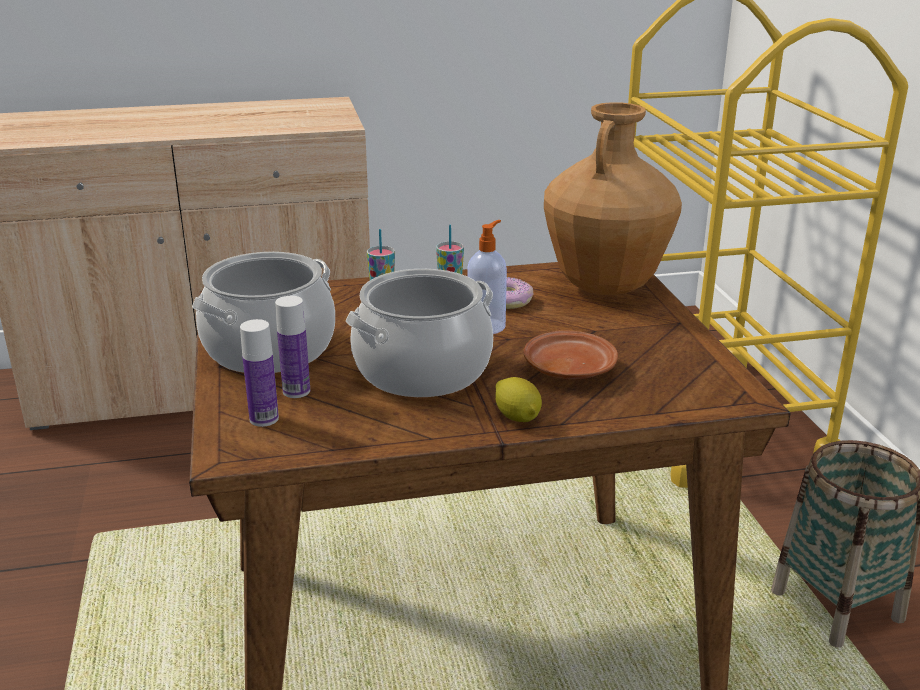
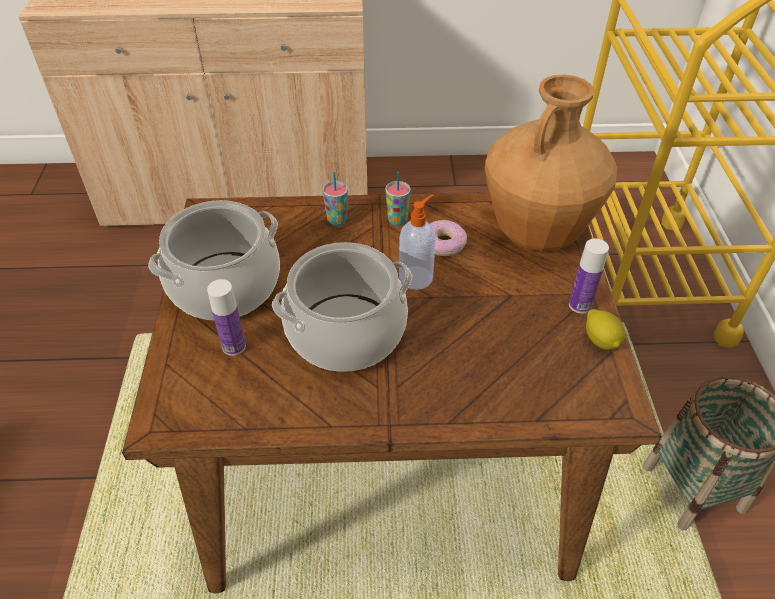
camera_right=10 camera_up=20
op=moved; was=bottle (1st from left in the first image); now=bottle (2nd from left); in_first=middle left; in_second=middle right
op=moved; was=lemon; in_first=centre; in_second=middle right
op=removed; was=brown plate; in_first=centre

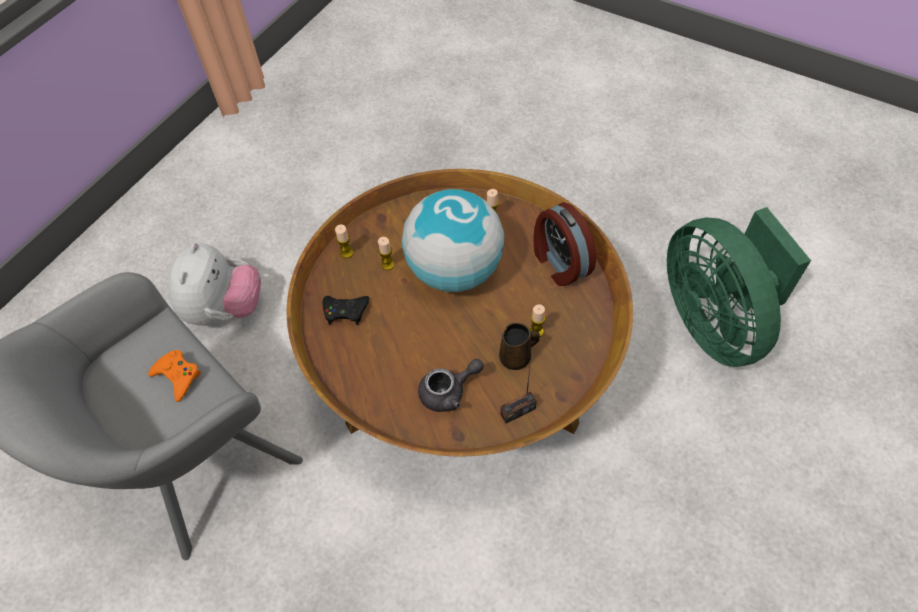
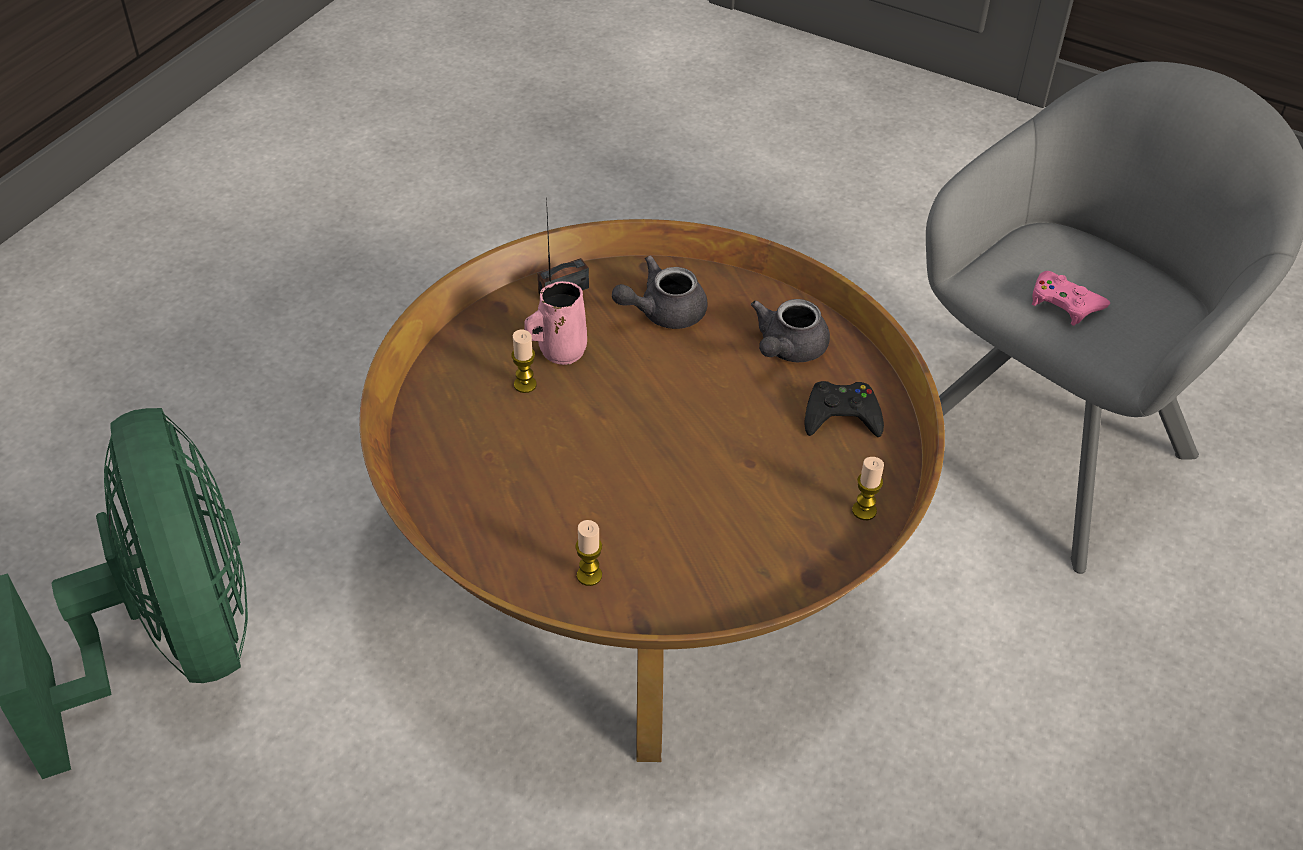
camera_right=175 camera_up=-10
op=recoloured; was=brown mug; now=pink mug; in_first=centre; in_second=centre
op=added; now=grey teapot (2nd from left); in_second=centre
op=recoloured; was=orange game controller; now=pink game controller; in_first=middle left; in_second=middle right
op=removed; was=plush toy; in_first=middle left
op=removed; was=candle (2nd from left); in_first=centre
op=removed; was=globe; in_first=centre
op=removed; was=alarm clock; in_first=centre

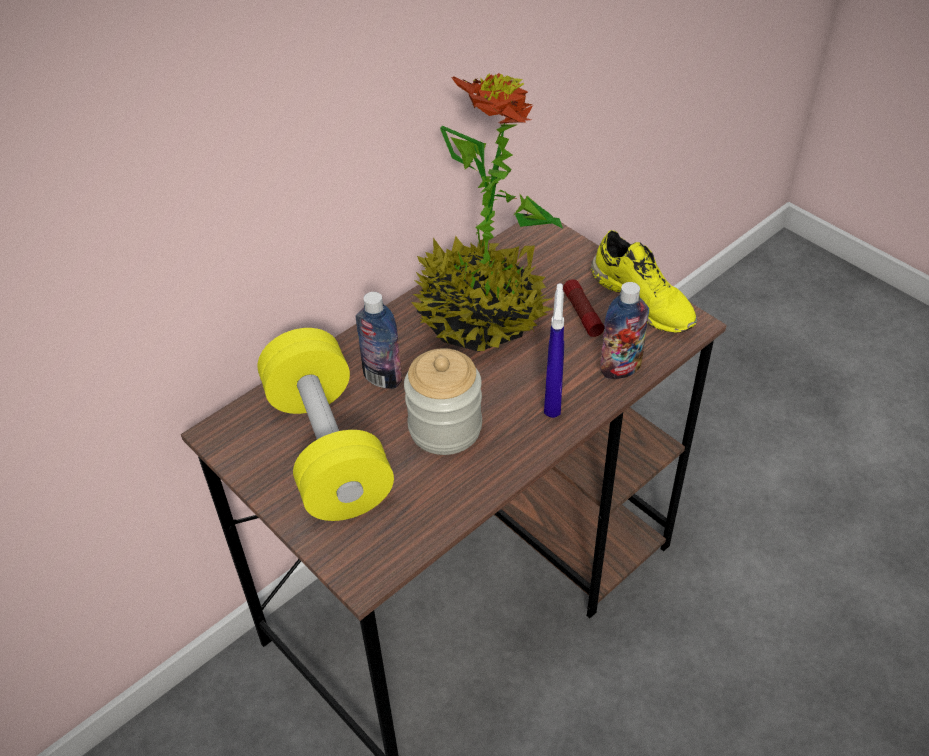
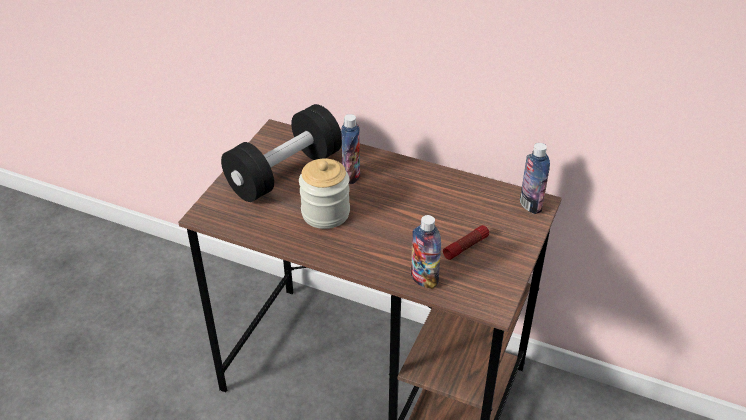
camera_right=65 camera_up=-5
op=recoloured; was=yellow dumbbell; now=black dumbbell; in_first=centre; in_second=centre
op=added; now=bottle (3rd from left); in_second=middle right
op=removed; was=potted plant; in_first=top centre
op=removed; was=blue spray bottle; in_first=centre
op=removed; was=yellow shoe; in_first=middle right

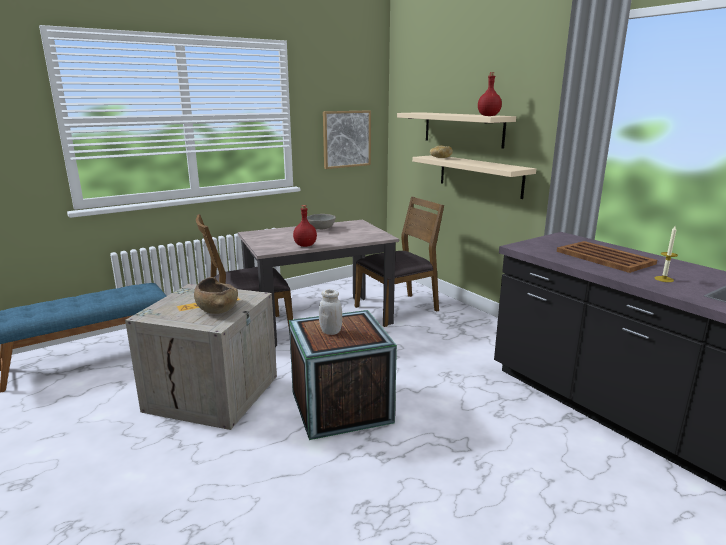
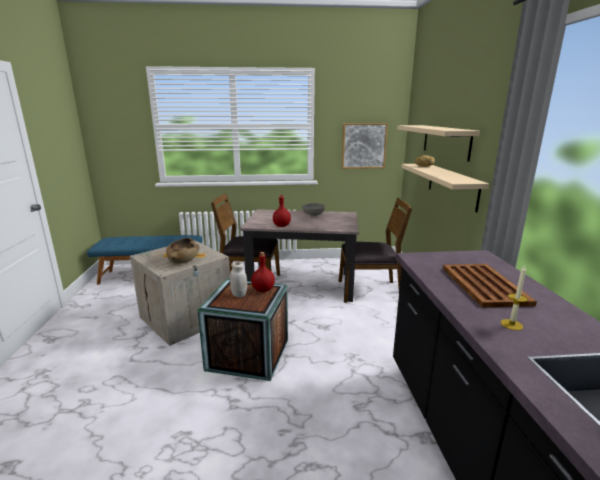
camera_right=30 camera_up=0
op=moved; was=red bottle (2nd from left in the first image); now=red bottle (1st from left); in_first=top right; in_second=centre

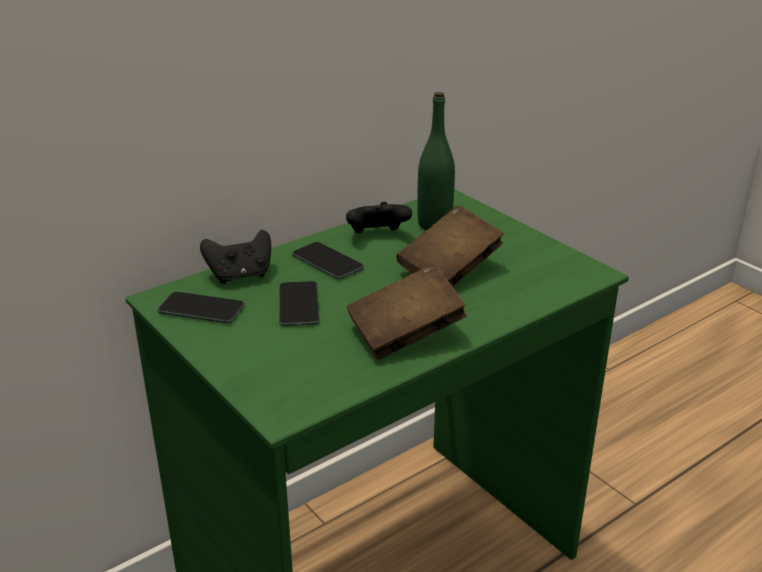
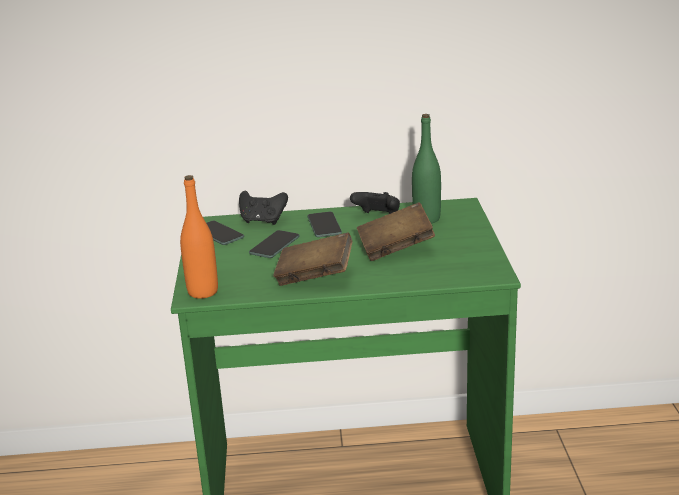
camera_right=35 camera_up=-5
op=added; now=orange bottle; in_second=middle left

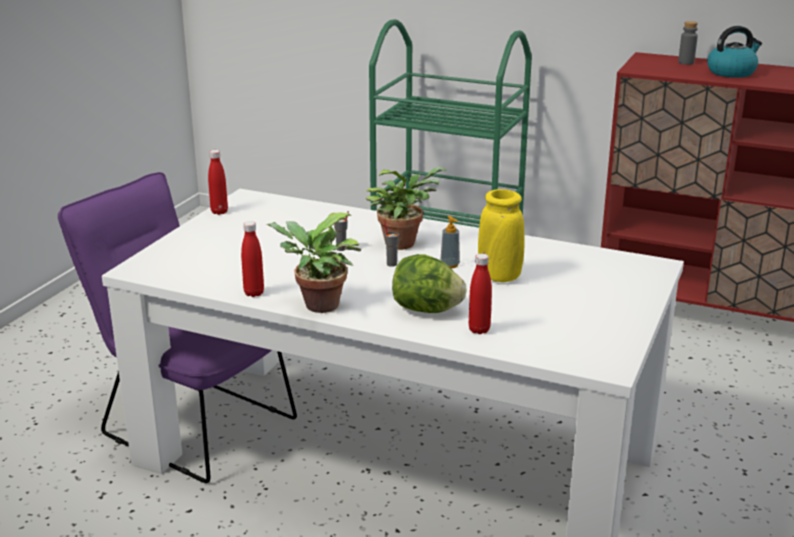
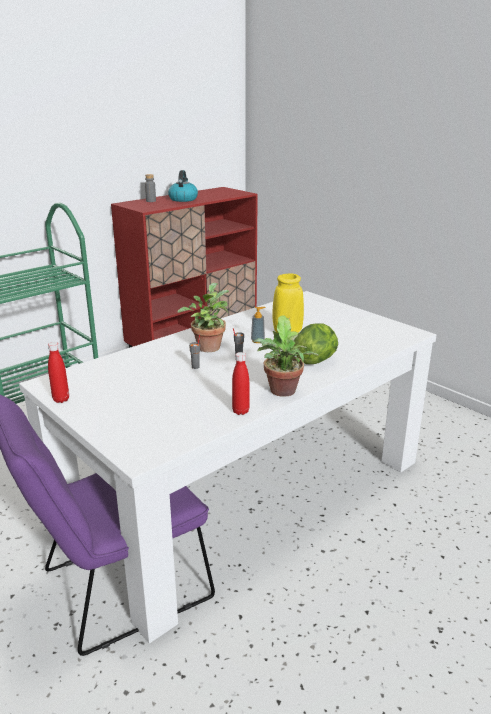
camera_right=-65 camera_up=0
op=removed; was=red bottle (3rd from left); in_first=centre

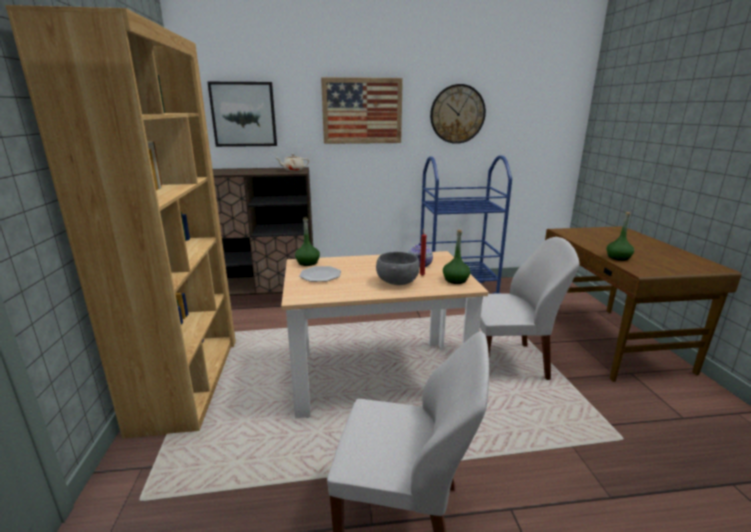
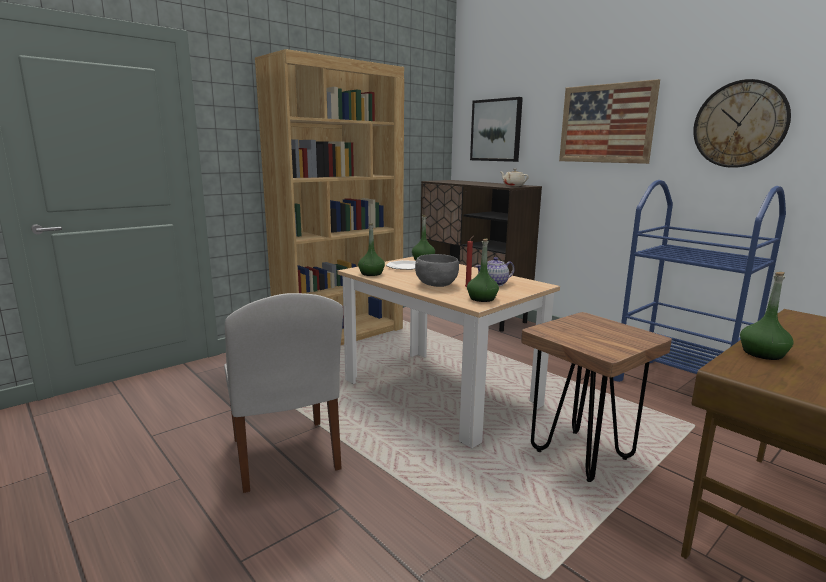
camera_right=55 camera_up=-5
op=added; now=green bottle (1st from left); in_second=centre
op=replaced; was=white chair (2nd from left); now=brown stool; in_first=middle right; in_second=bottom right

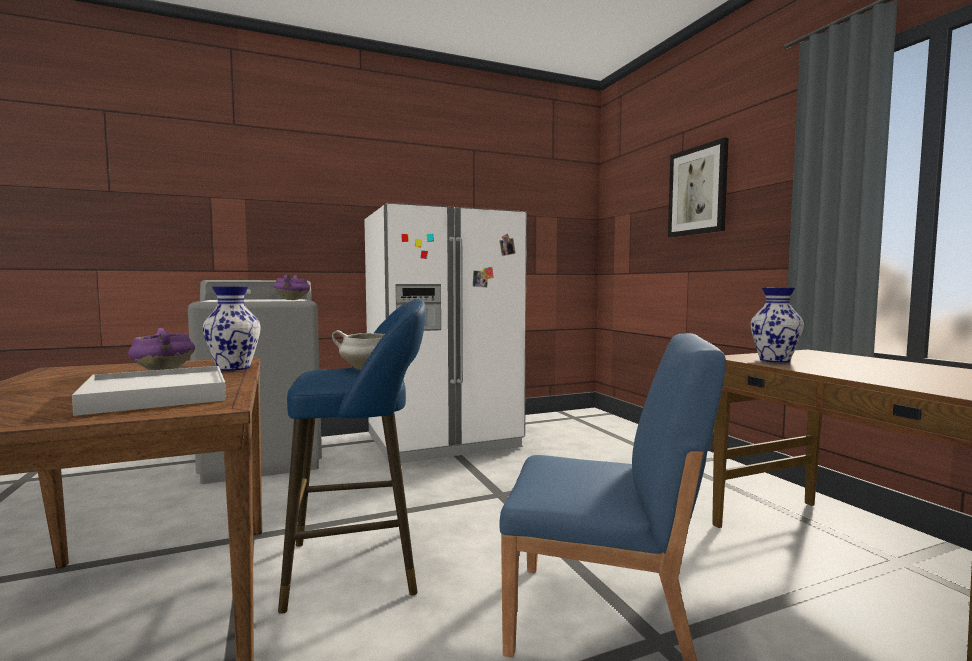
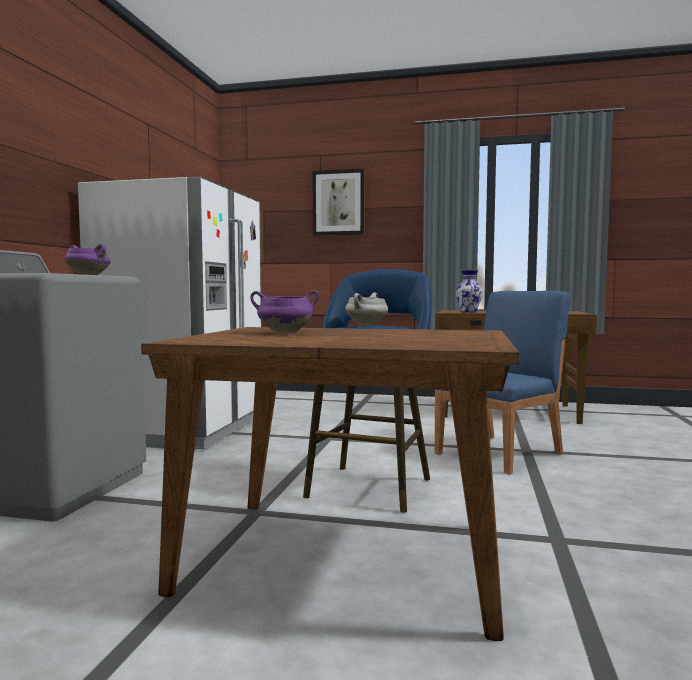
camera_right=-55 camera_up=0
op=removed; was=white tray; in_first=middle left
op=removed; was=vase (1st from left); in_first=middle left

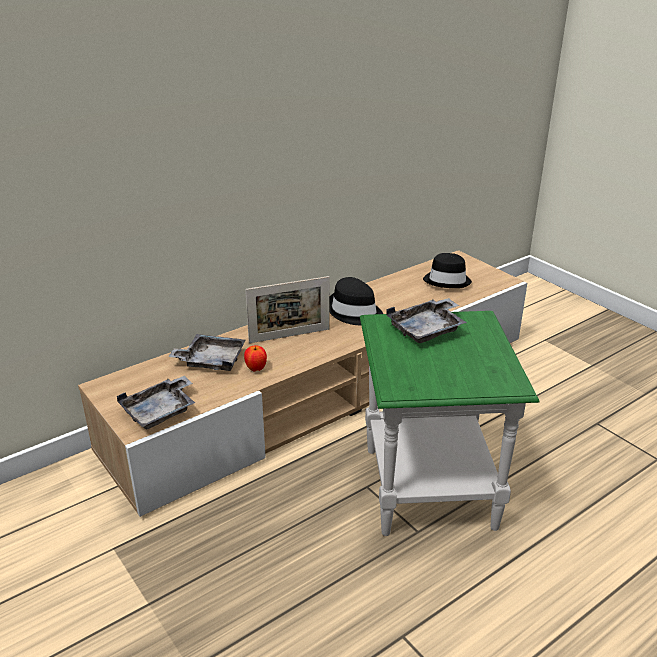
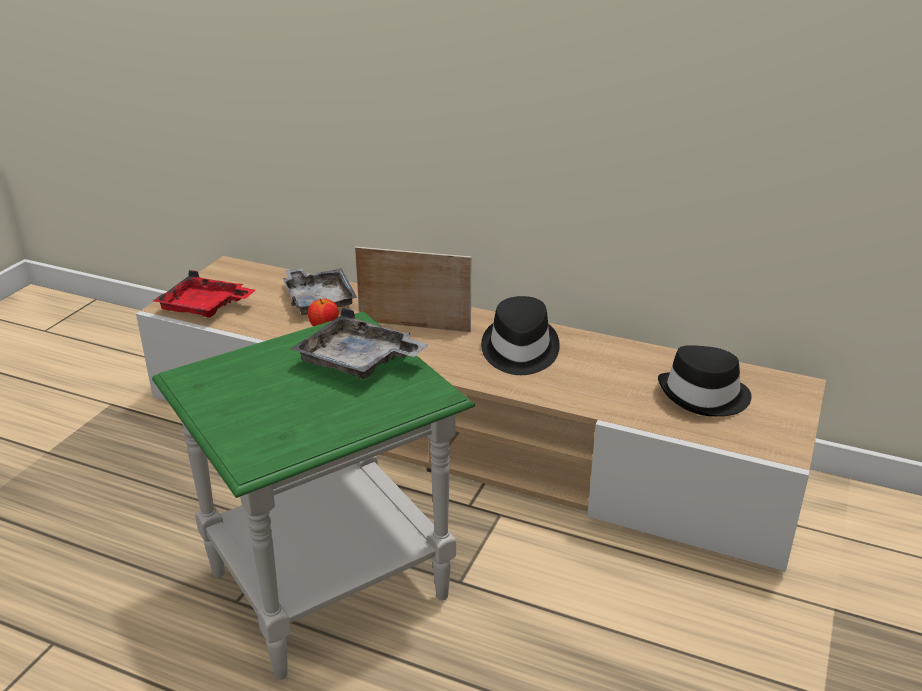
camera_right=60 camera_up=0
op=recoloured; was=grey tray (1st from left); now=red tray; in_first=middle left; in_second=middle left
op=turned; was=picture frame; in_first=centre; in_second=centre; clockwise=150

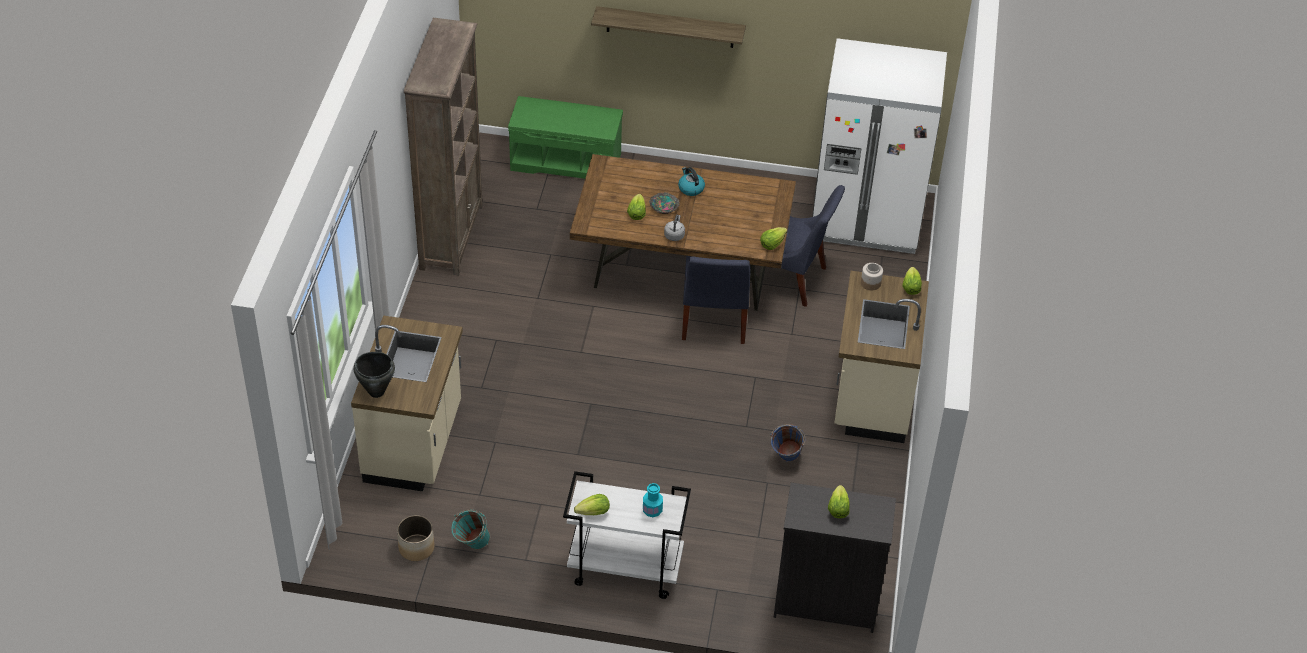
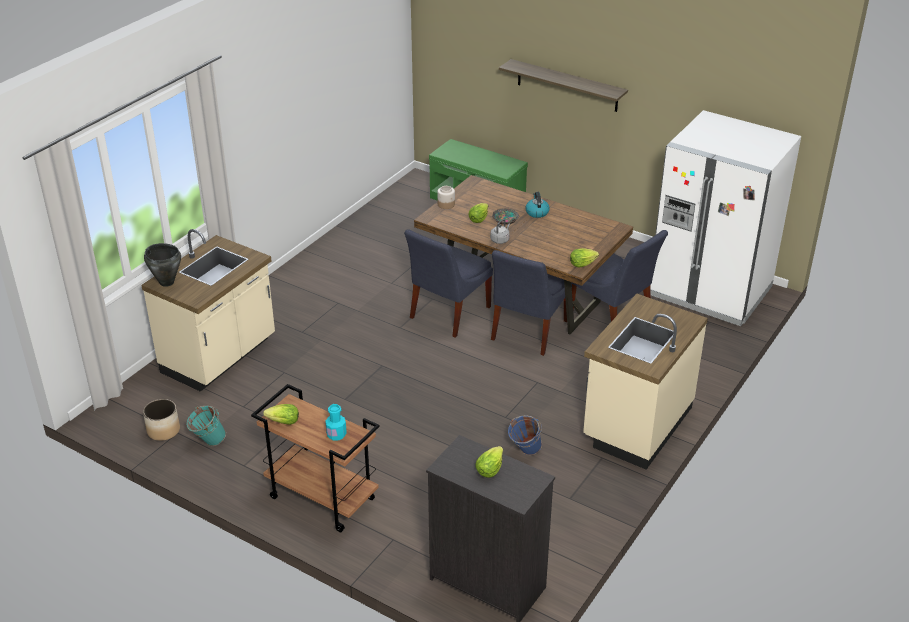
camera_right=25 camera_up=-10
op=recoloured; was=white cart; now=brown cart; in_first=bottom centre; in_second=bottom centre
op=added; now=blue chair (1st from left); in_second=centre
op=moved; was=jar; in_first=middle right; in_second=top centre
op=removed; was=brown bookcase; in_first=top centre
op=removed; was=lettuce (5th from left); in_first=middle right

